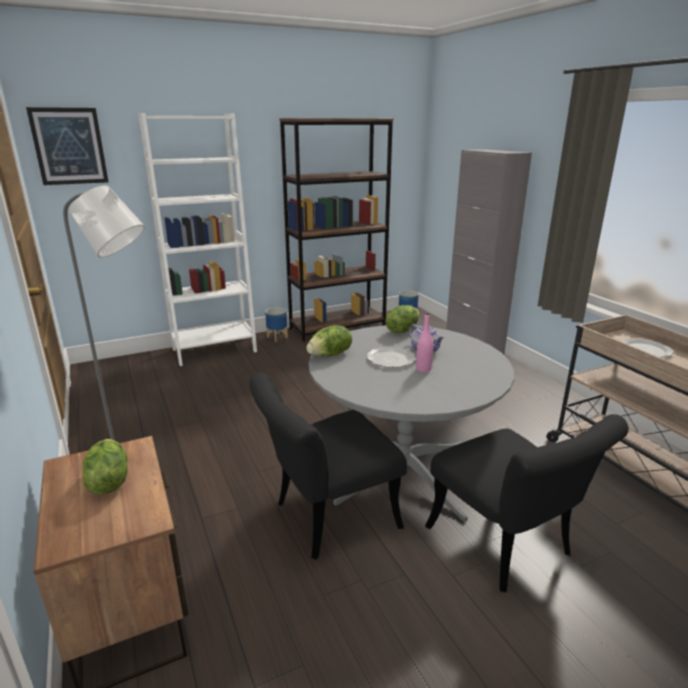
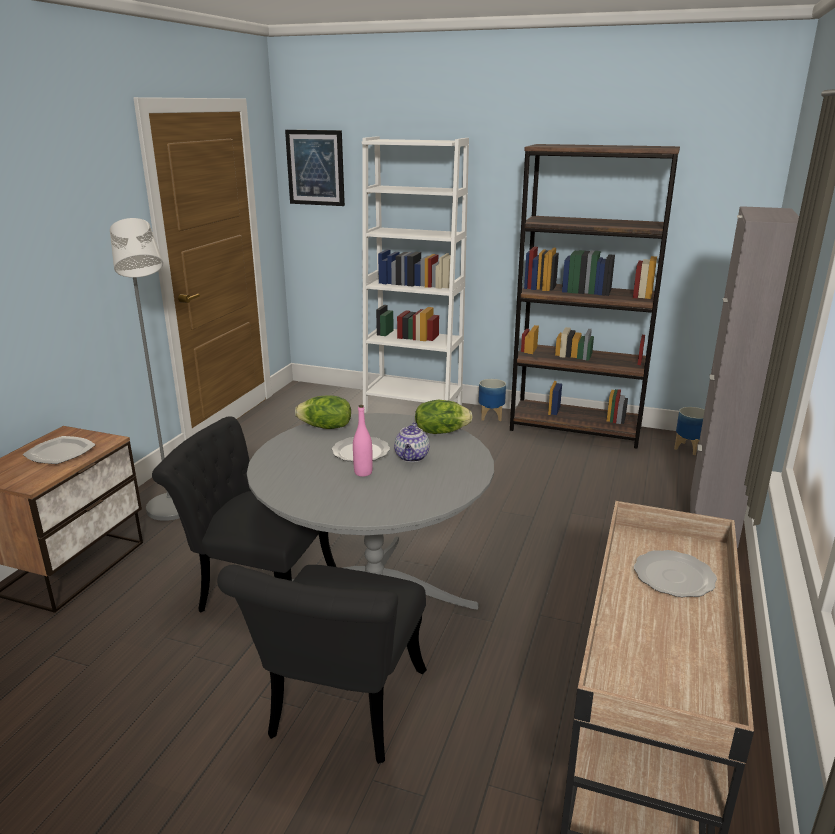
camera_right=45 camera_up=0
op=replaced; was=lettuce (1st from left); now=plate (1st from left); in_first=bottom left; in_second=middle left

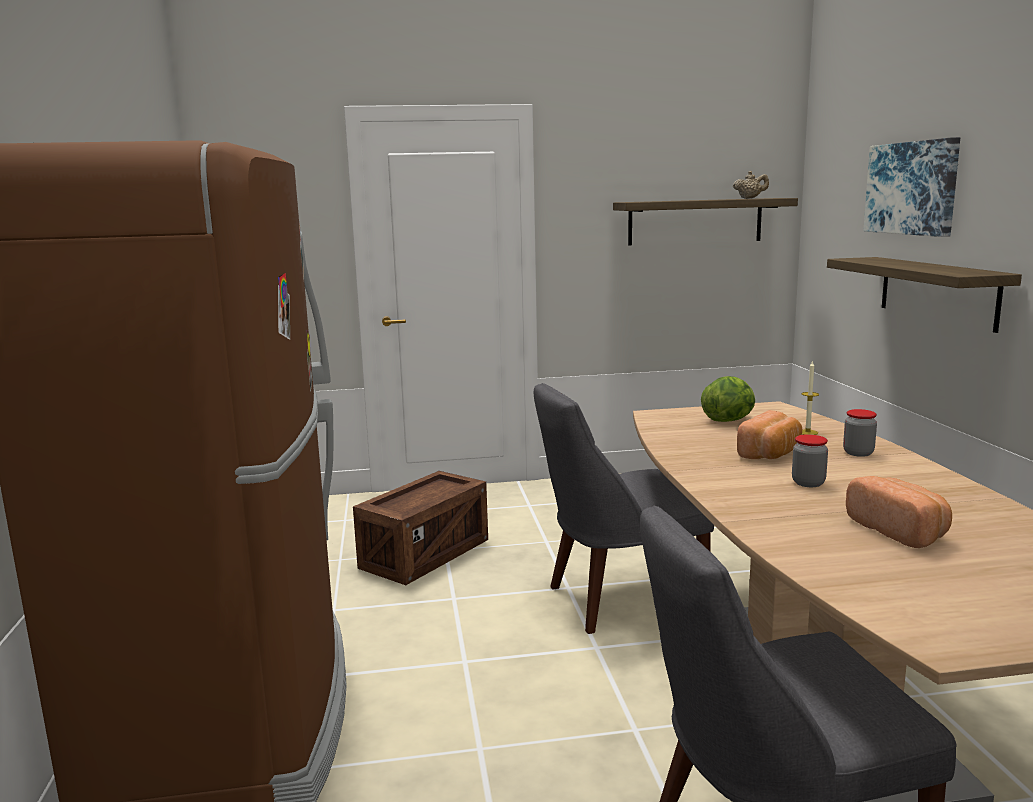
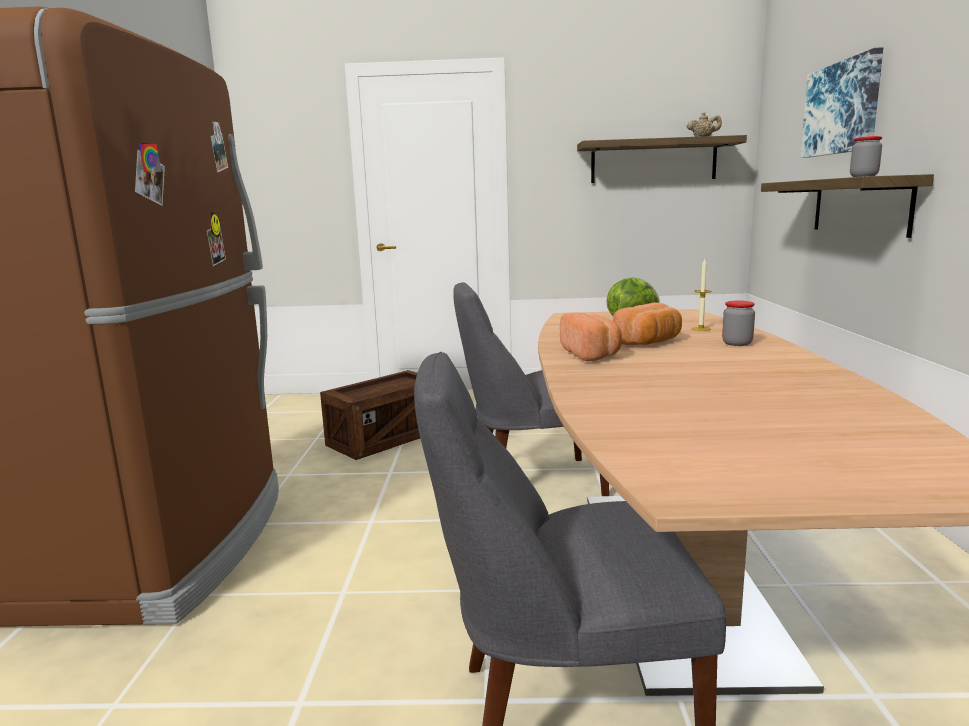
camera_right=10 camera_up=0
op=moved; was=bread (2nd from left in the first image); now=bread (1st from left); in_first=middle right; in_second=centre
op=moved; was=jar (1st from left in the first image); now=jar (2nd from left); in_first=middle right; in_second=top right

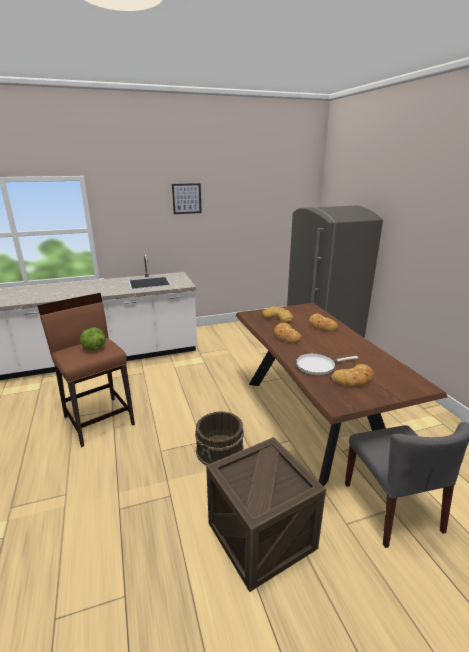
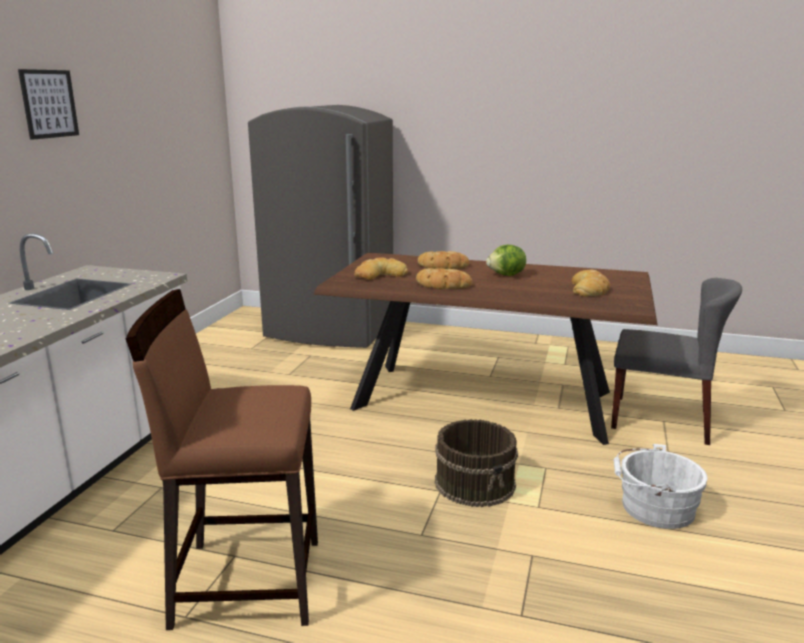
camera_right=-55 camera_up=-5
op=moved; was=lettuce; in_first=middle left; in_second=centre
op=replaced; was=crate; now=white bucket; in_first=bottom centre; in_second=bottom right
op=removed; was=white frying pan; in_first=middle right

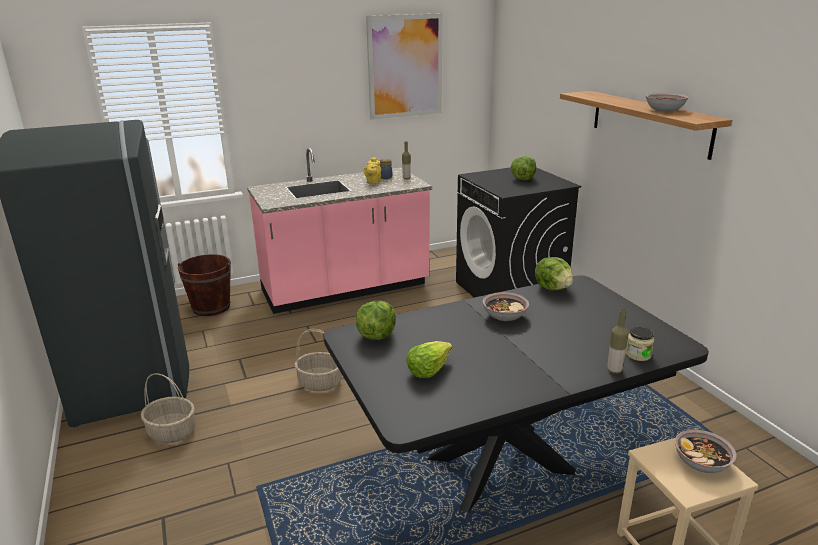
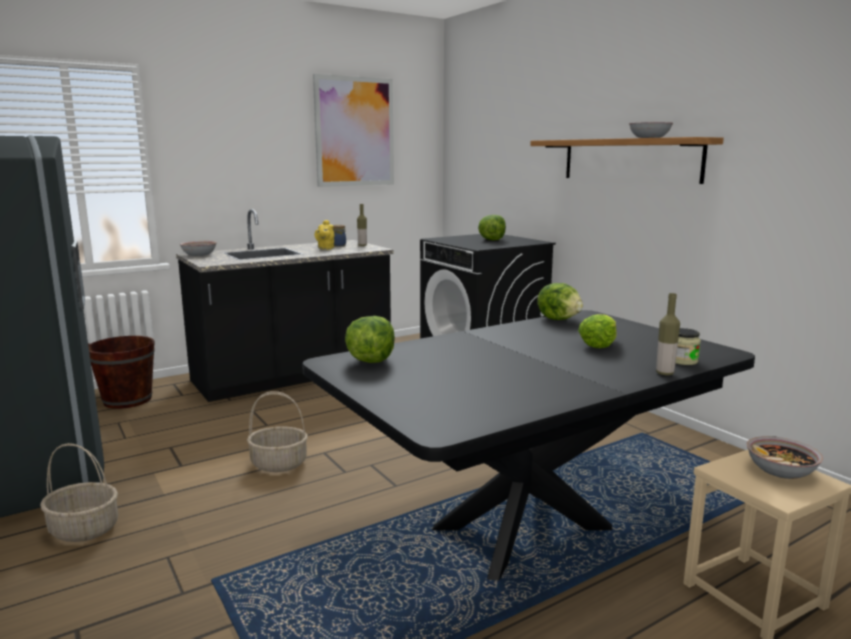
camera_right=-10 camera_up=-10
op=recoloured; was=pink counter; now=black counter; in_first=centre; in_second=centre
op=moved; was=bowl (1st from left); in_first=centre; in_second=middle left
op=moved; was=lettuce (2nd from left in the first image); now=lettuce (4th from left); in_first=centre; in_second=middle right

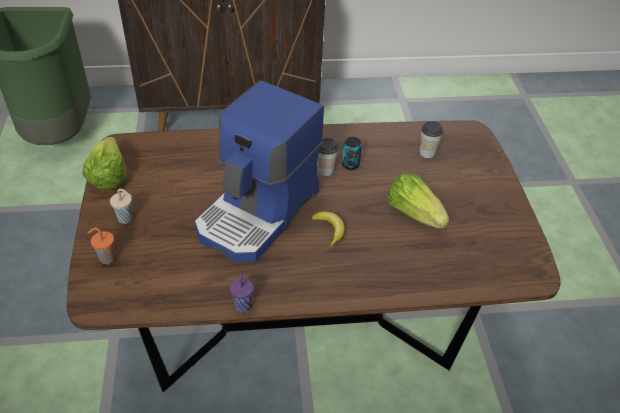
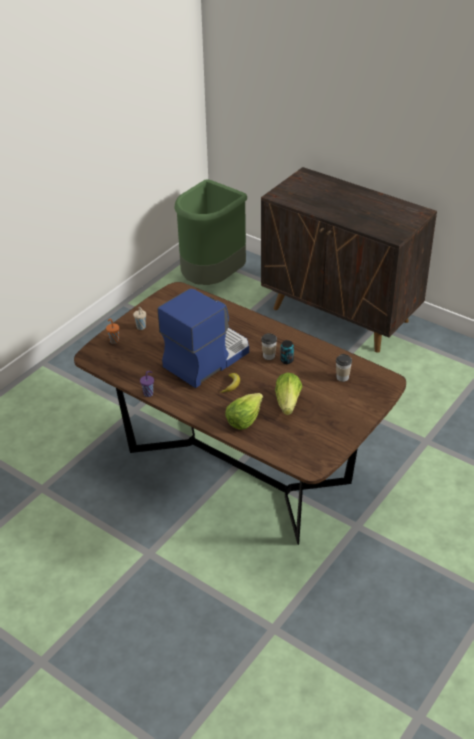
camera_right=45 camera_up=-5
op=turned; was=coffee machine; in_first=centre; in_second=centre; clockwise=150
op=moved; was=lettuce (1st from left); in_first=middle left; in_second=centre

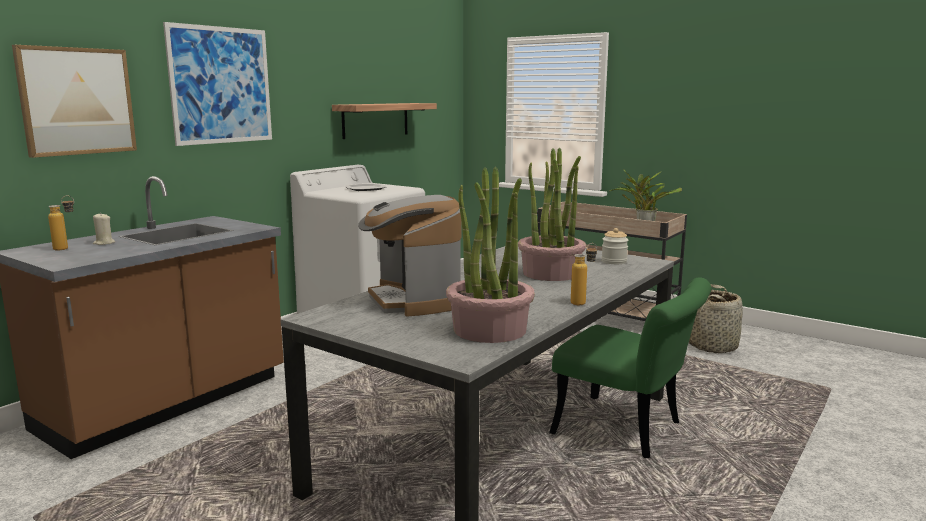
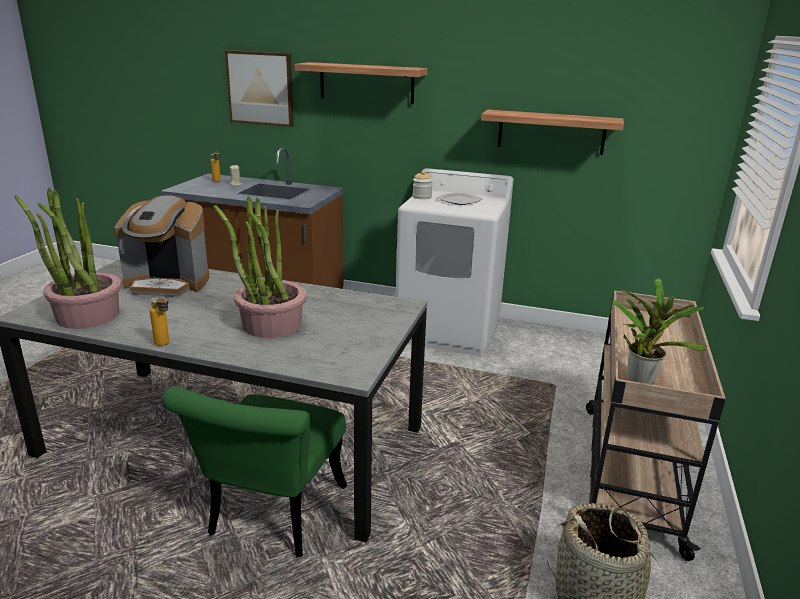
camera_right=70 camera_up=10
op=turned; was=coffee machine; in_first=centre; in_second=middle left; clockwise=-135
op=replaced; was=picture (2nd from left); now=shelf (1st from left); in_first=top left; in_second=top centre
op=moved; was=jar; in_first=centre; in_second=top centre

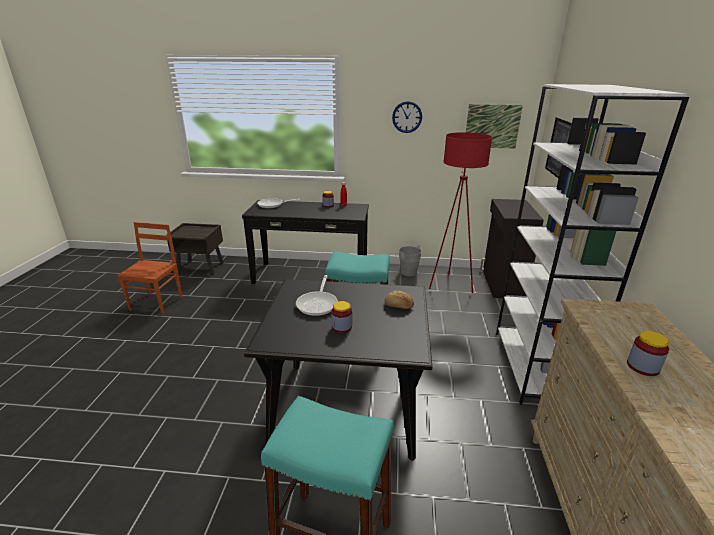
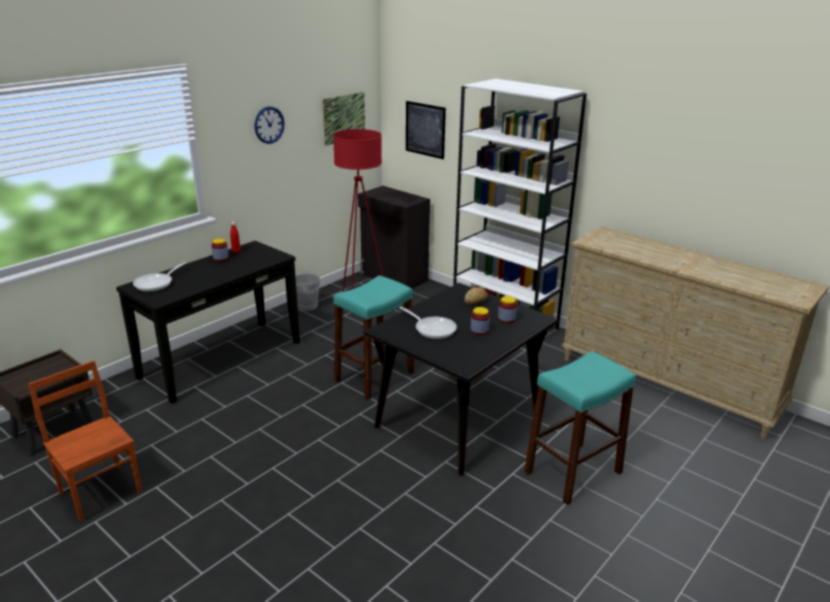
camera_right=-55 camera_up=0
op=moved; was=jar (3rd from left); in_first=middle right; in_second=centre

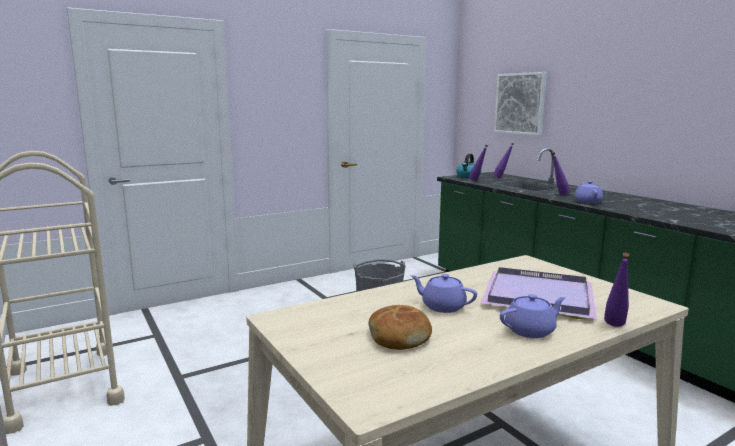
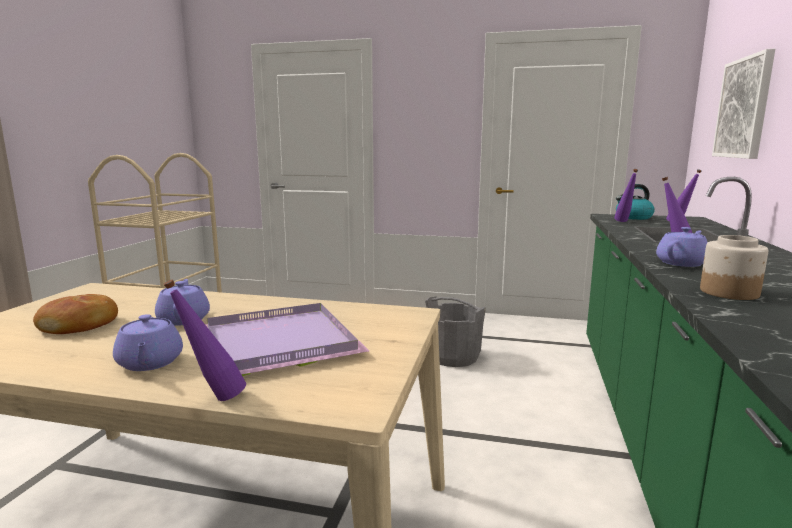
camera_right=45 camera_up=0
op=turned; was=purple teapot (2nd from left in the first image); in_first=bottom right; in_second=middle left; clockwise=45
op=added; now=jar; in_second=middle right

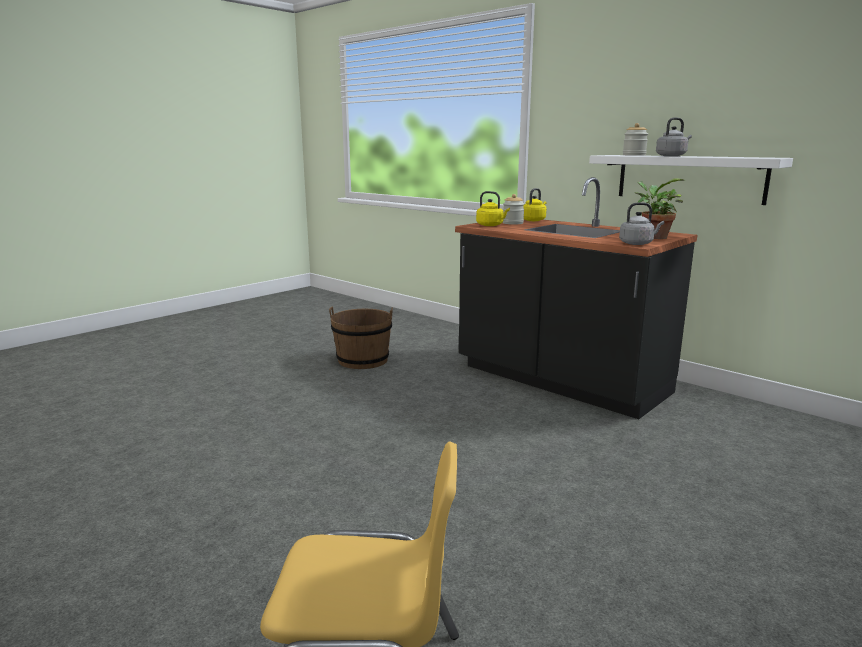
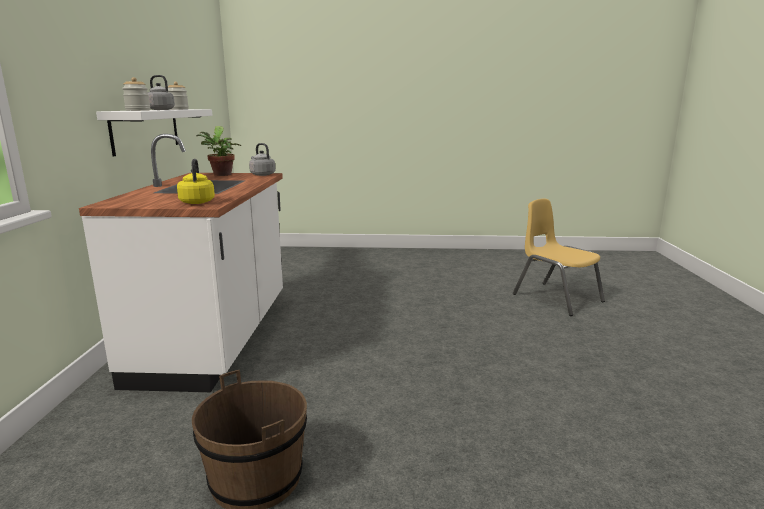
camera_right=-130 camera_up=0
op=recoloured; was=black counter; now=white counter; in_first=middle right; in_second=middle left
op=moved; was=jar (1st from left in the first image); now=jar (2nd from left); in_first=top centre; in_second=top left
op=removed; was=yellow kettle (2nd from left); in_first=top centre

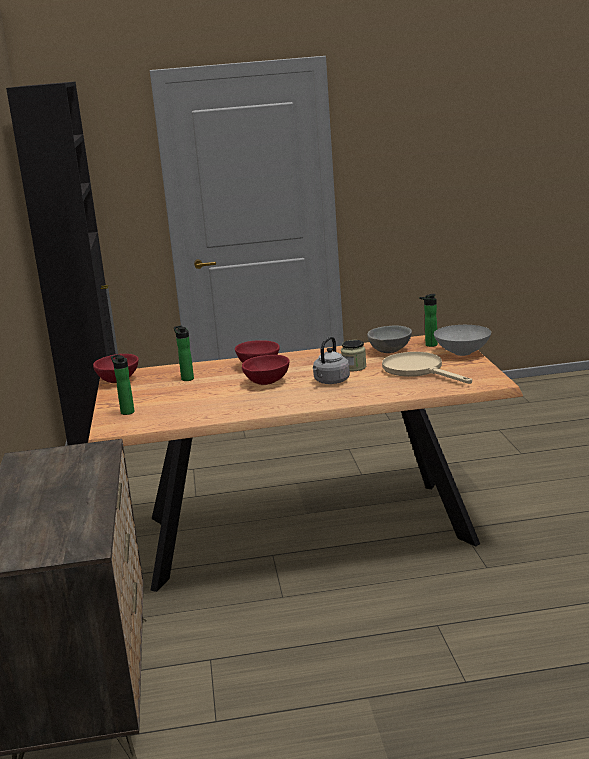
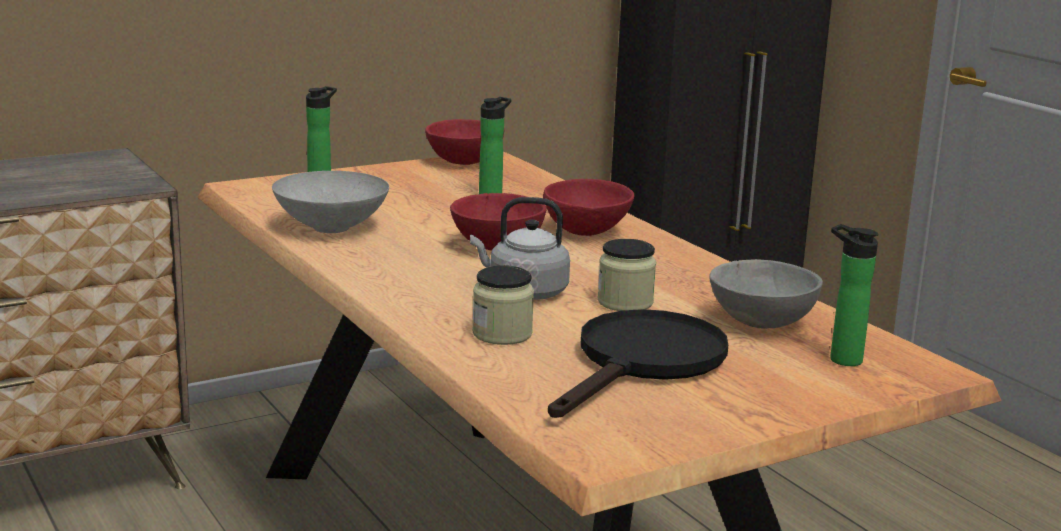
camera_right=65 camera_up=0
op=moved; was=grey bowl (2nd from left in the first image); now=grey bowl (1st from left); in_first=middle right; in_second=middle left
op=added; now=jar (1st from left); in_second=centre
op=recoloured; was=beige frying pan; now=black frying pan; in_first=middle right; in_second=bottom centre

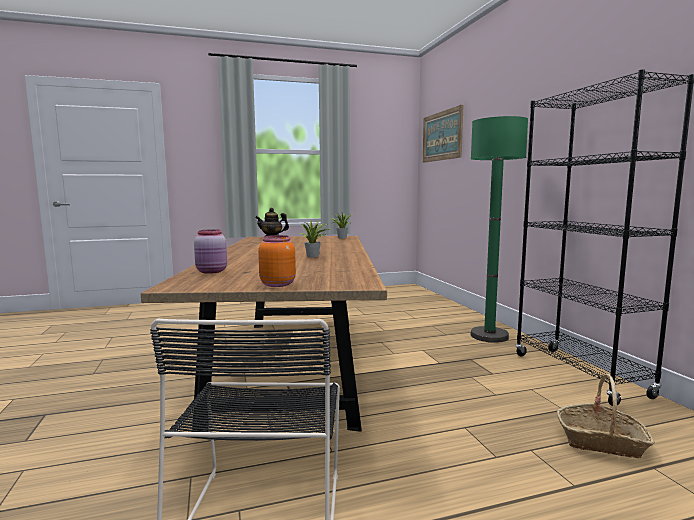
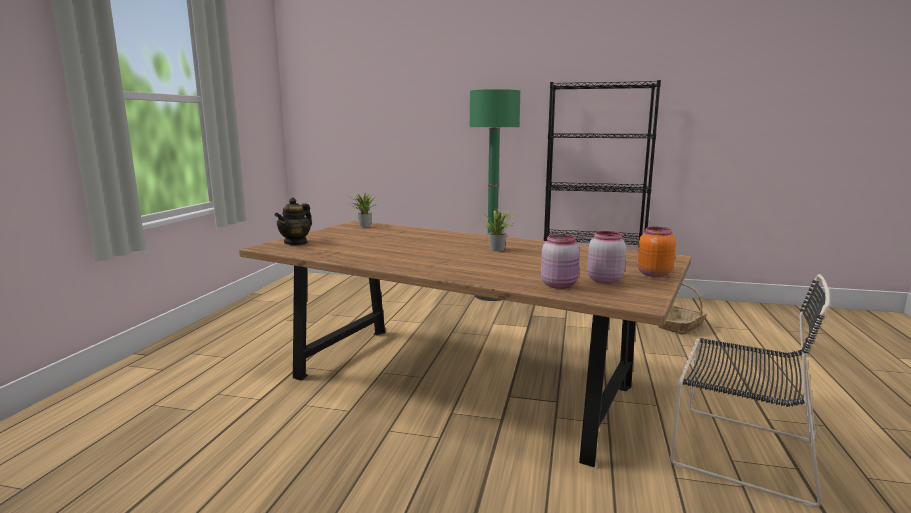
camera_right=-60 camera_up=5
op=added; now=pink jar (2nd from left); in_second=centre
op=removed; was=picture; in_first=top centre

